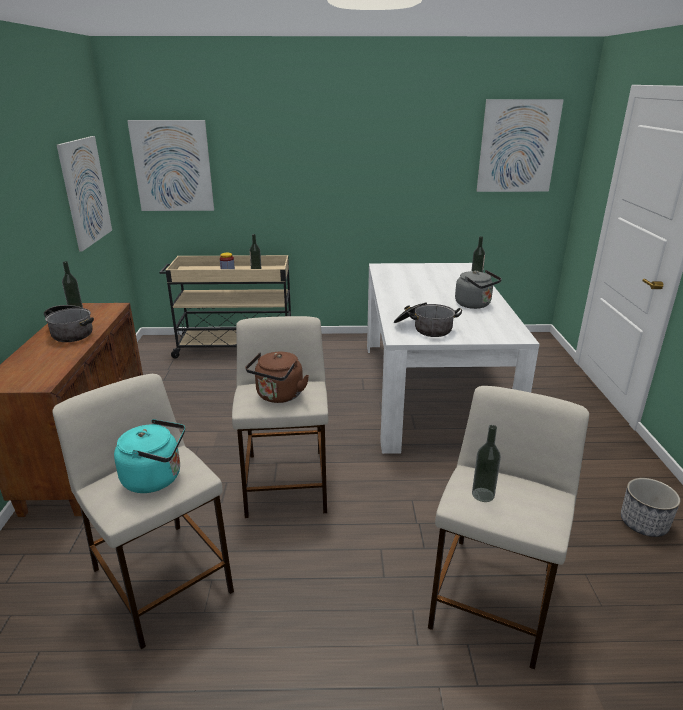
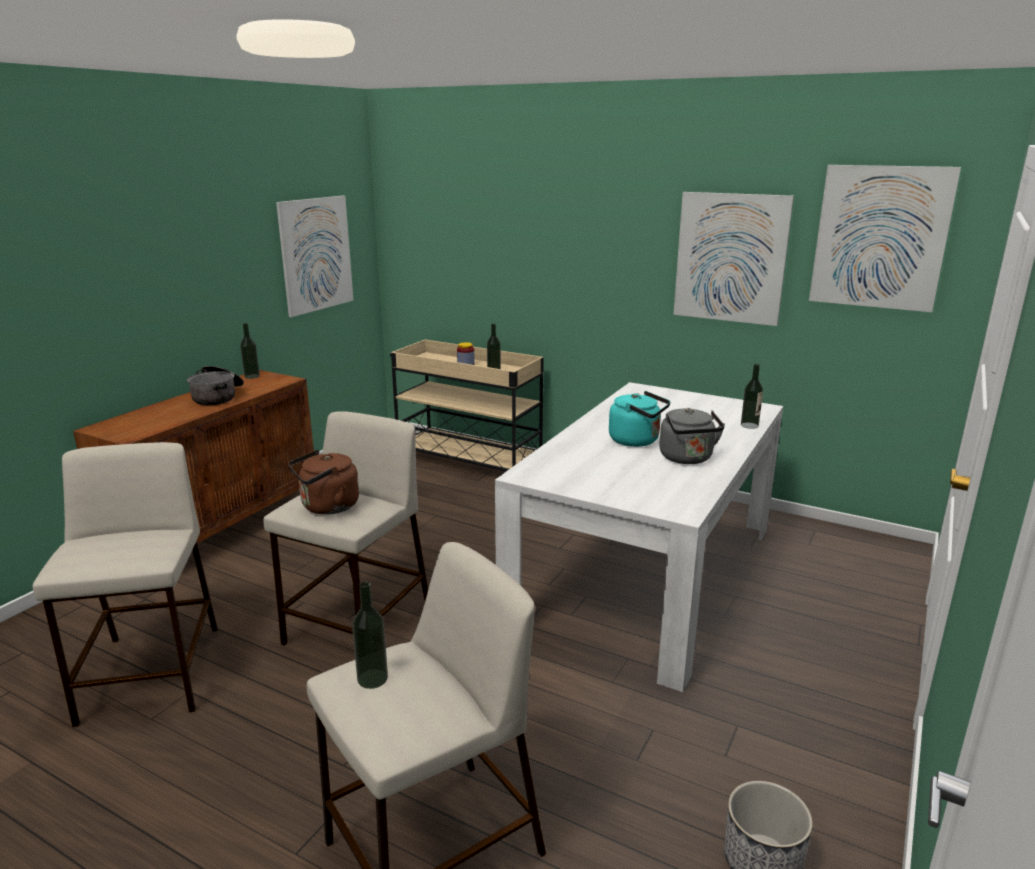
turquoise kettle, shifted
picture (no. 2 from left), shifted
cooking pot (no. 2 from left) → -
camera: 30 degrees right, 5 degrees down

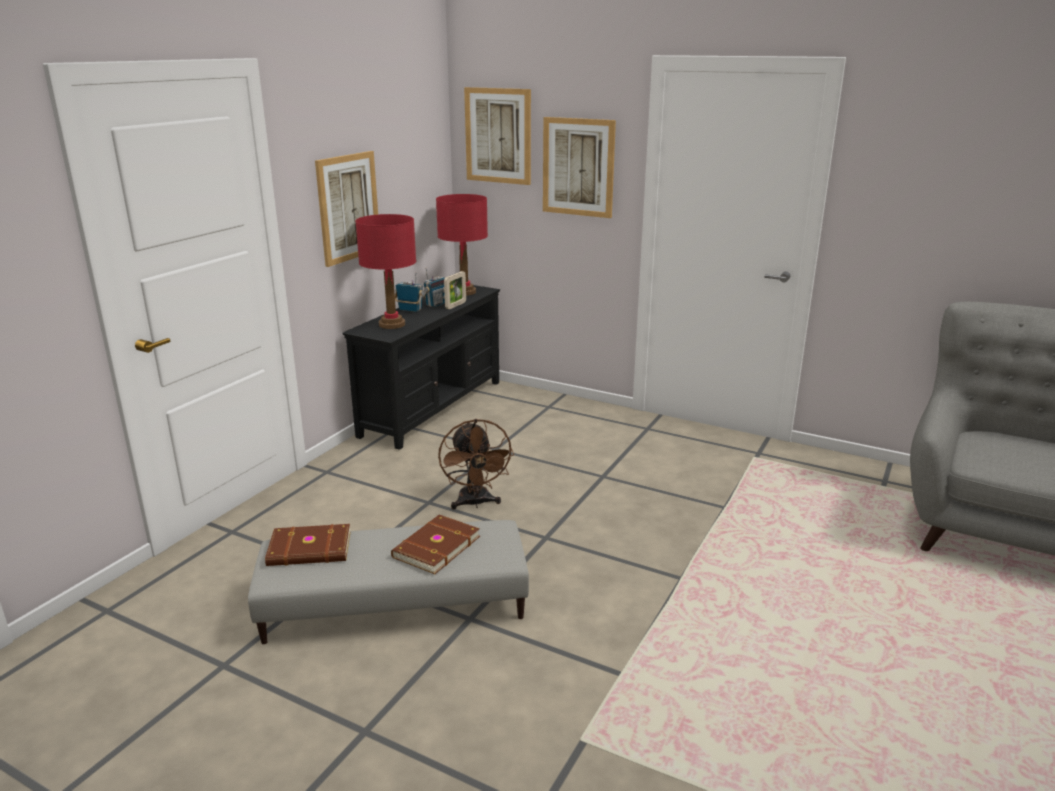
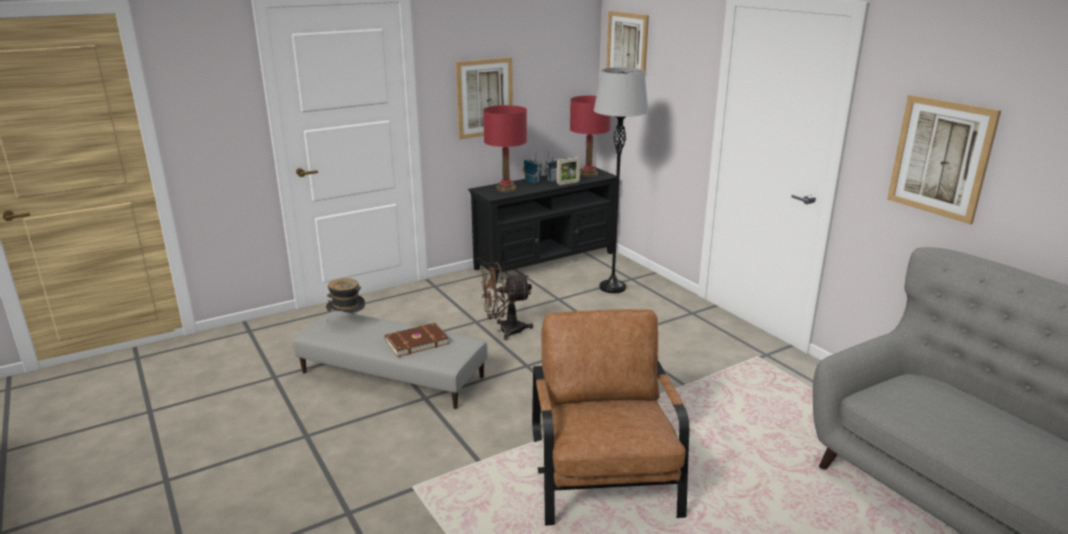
brown book (no. 1 from left) → hat
brown fan, 60 degrees clockwise
- → brown armchair
- → grey floor lamp
picture (no. 3 from left), shifted
camera: 30 degrees right, 0 degrees up

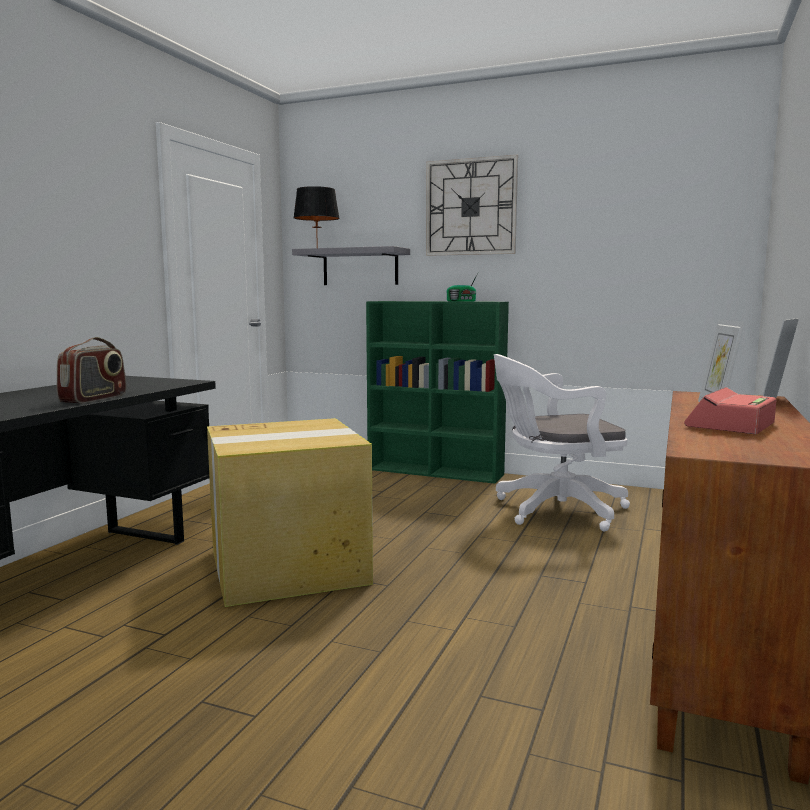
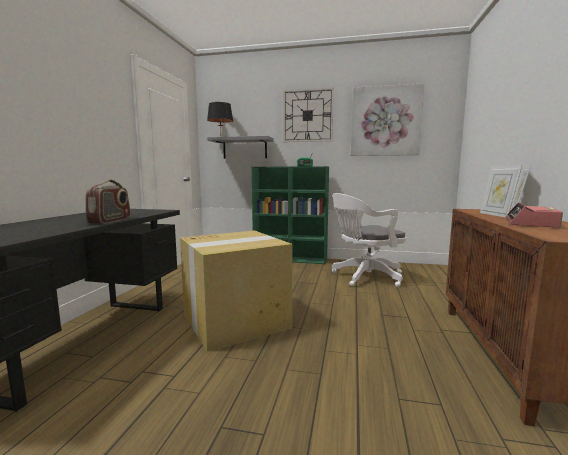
- → picture
camera: 10 degrees left, 0 degrees up

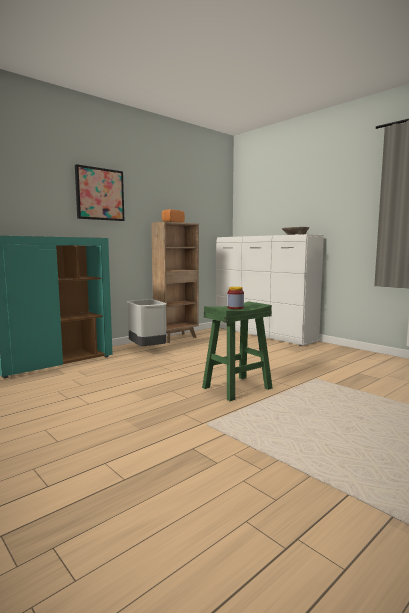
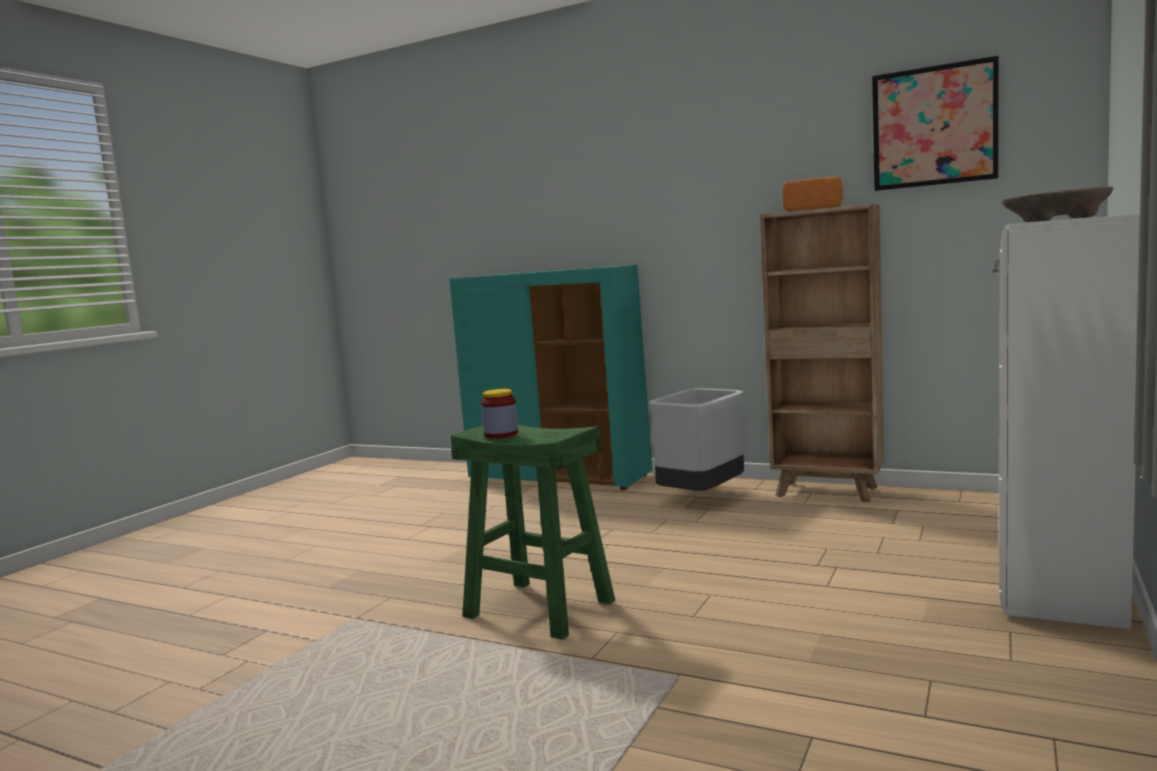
picture, shifted
camera: 70 degrees right, 0 degrees up

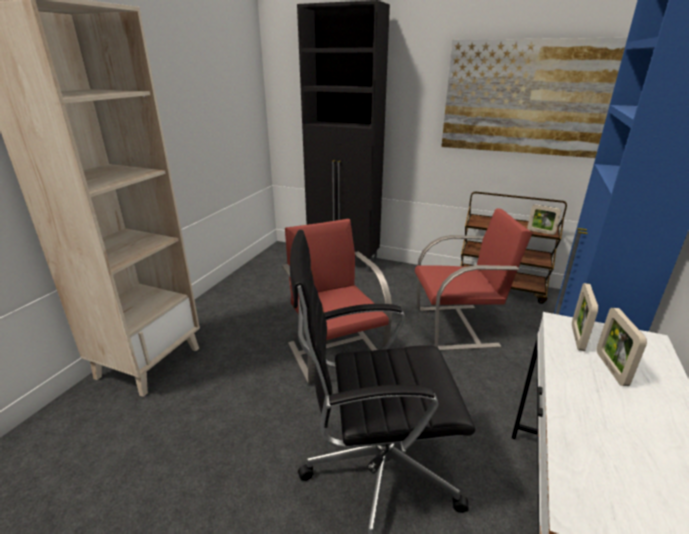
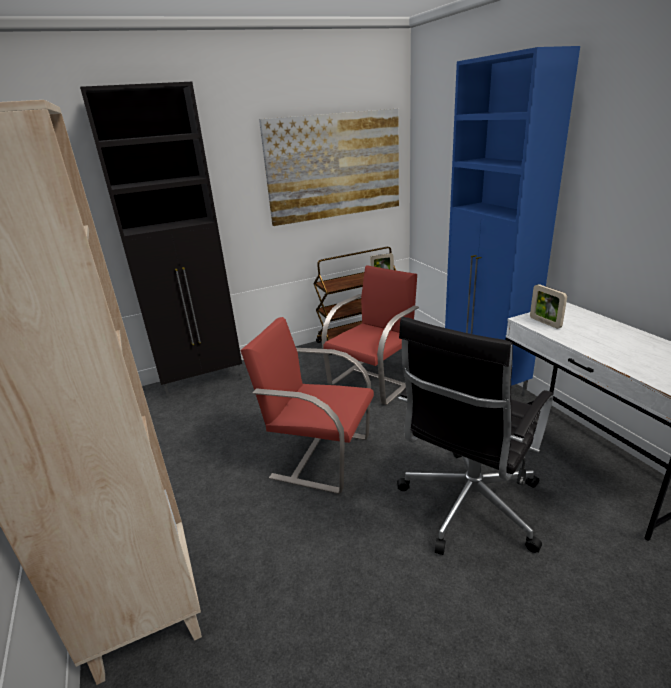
picture frame (no. 3 from left) → -
camera: 45 degrees left, 0 degrees up

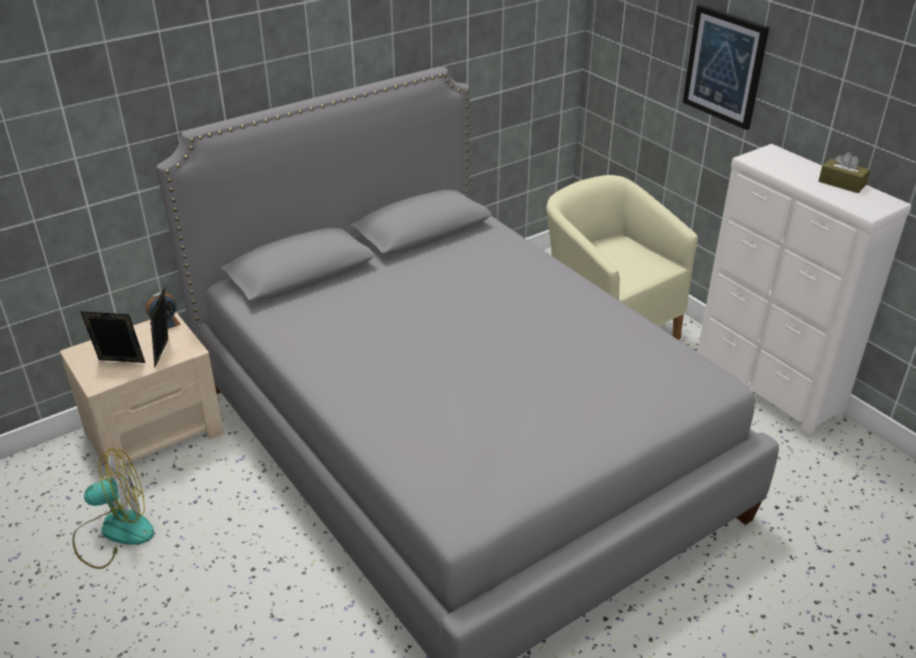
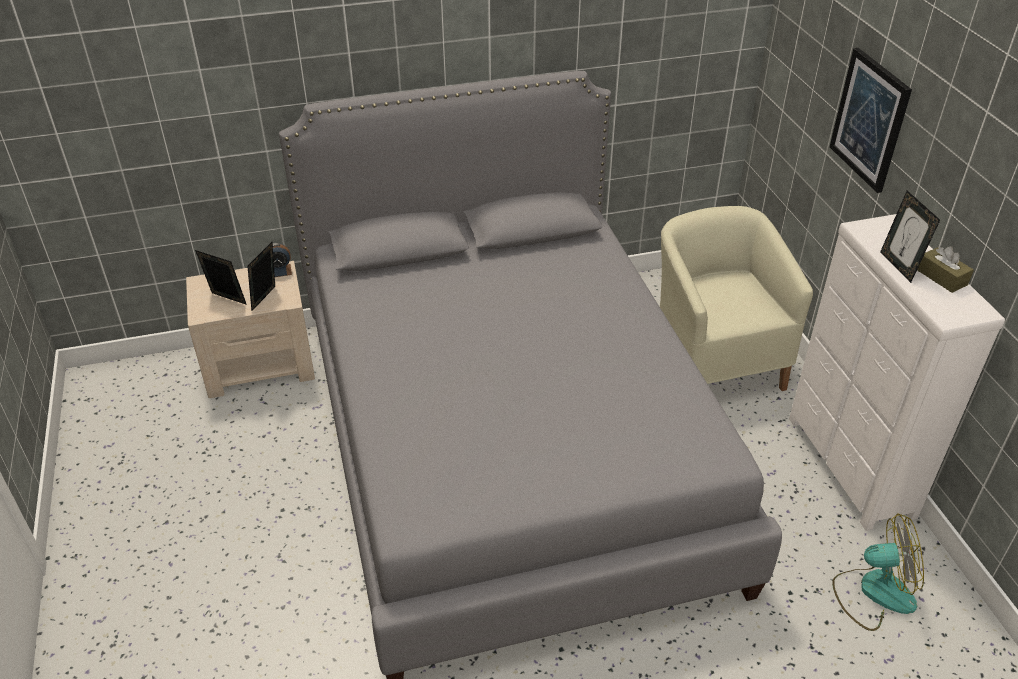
fan, shifted
- → picture frame (no. 3 from left)
camera: 20 degrees right, 5 degrees up

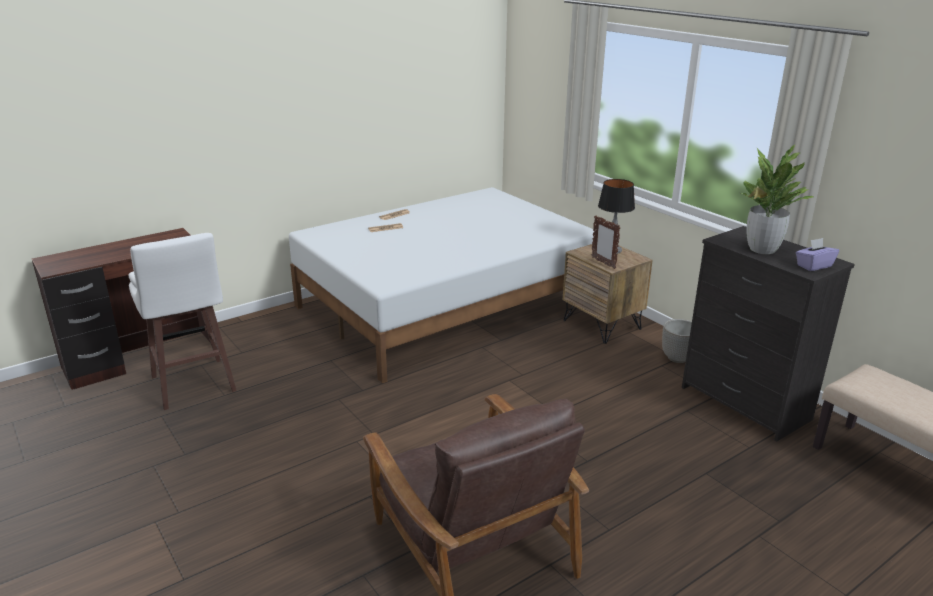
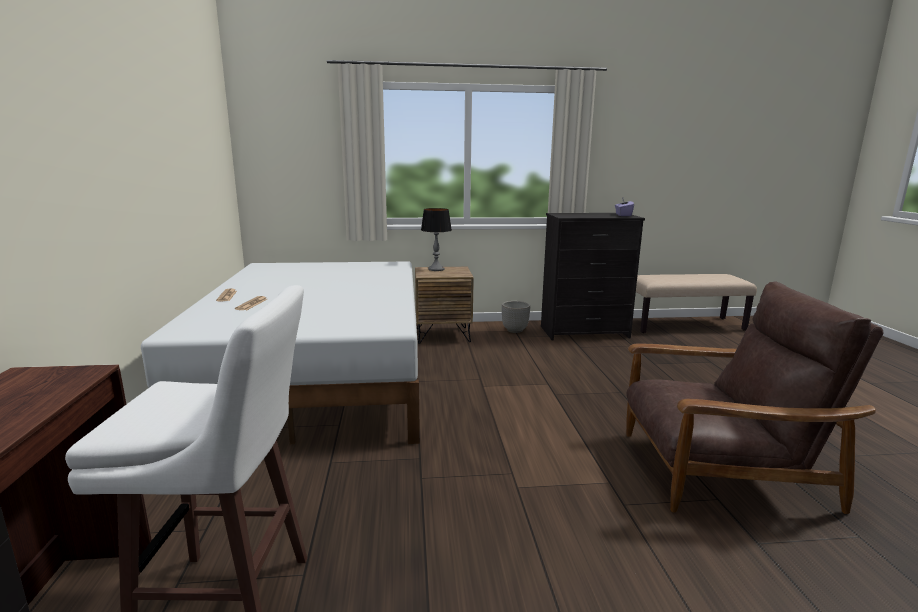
picture frame → -
potted plant → -
camera: 60 degrees left, 10 degrees down

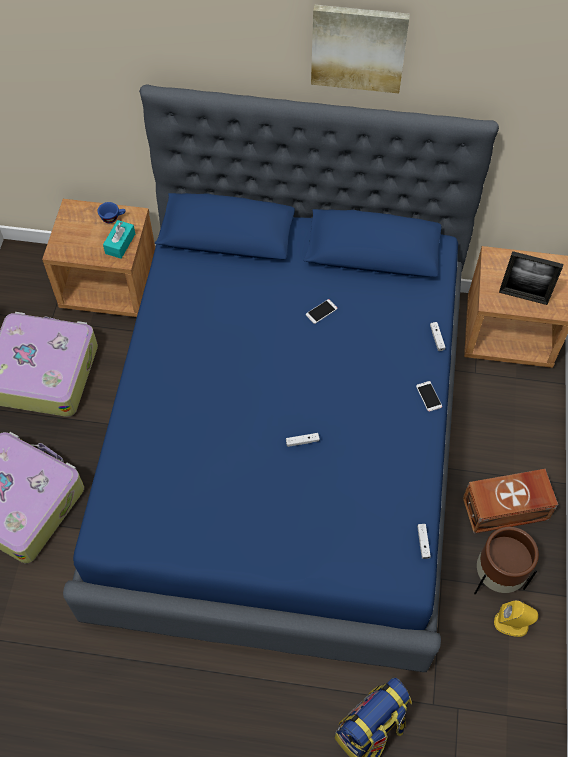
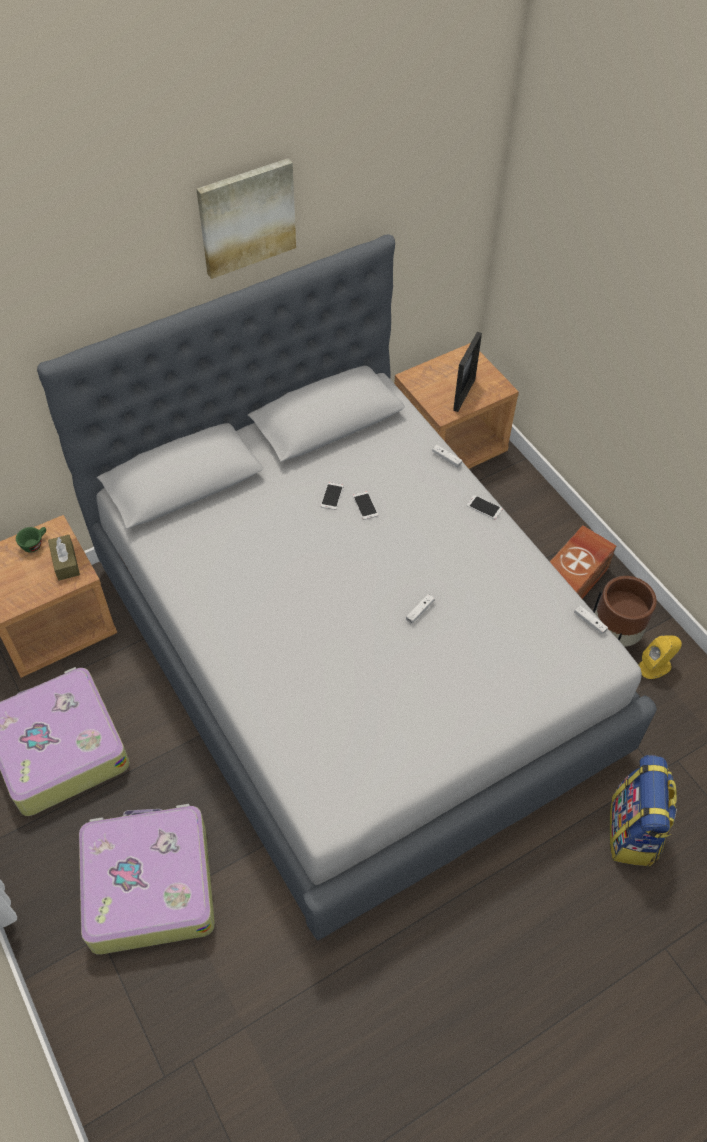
blue cup → green cup
blue bed → grey bed
turquoise tissue box → brown tissue box
- → phone (no. 2 from left)
picture frame, 45 degrees counterclockwise
camera: 40 degrees left, 5 degrees down

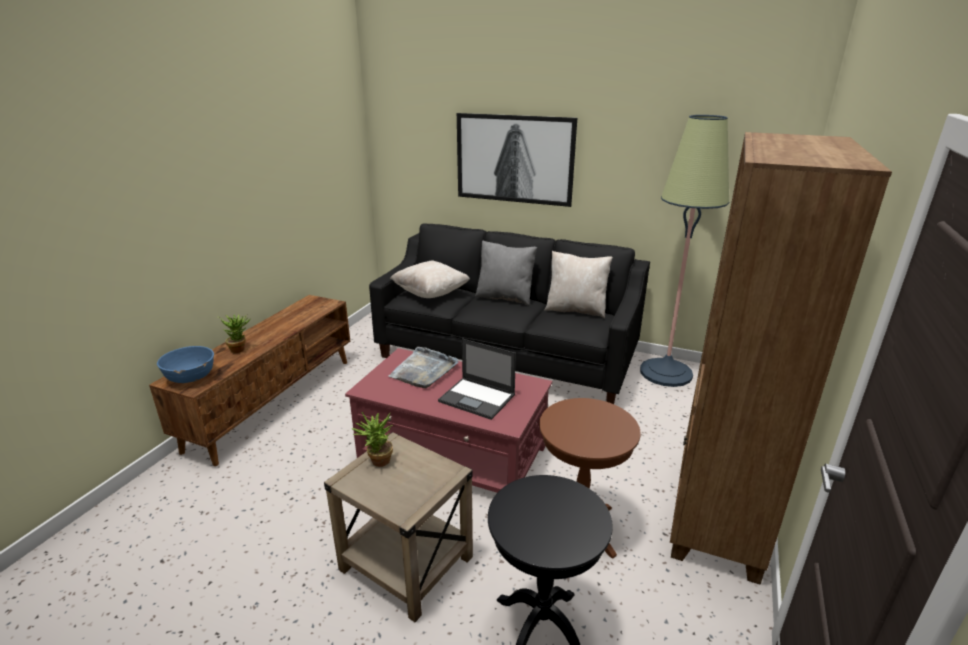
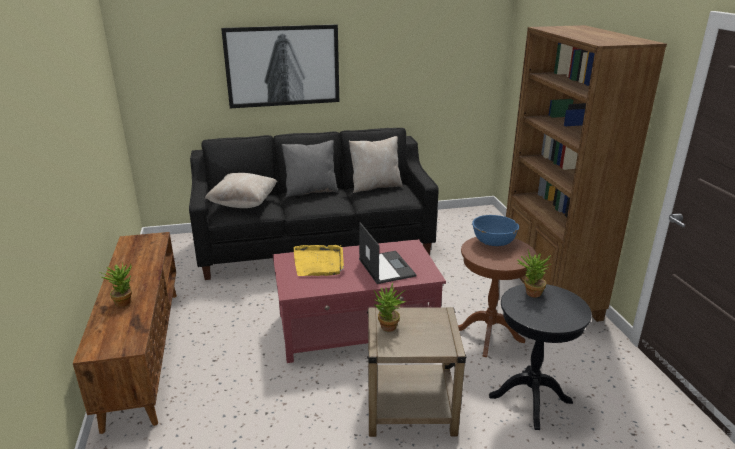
grey tray → yellow tray
laptop, 105 degrees counterclockwise
blue bowl, shifted
- → potted plant (no. 3 from left)
floor lamp → -
camera: 35 degrees left, 0 degrees up

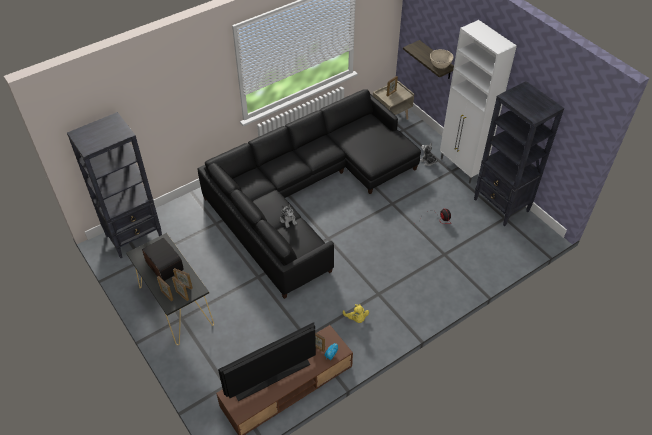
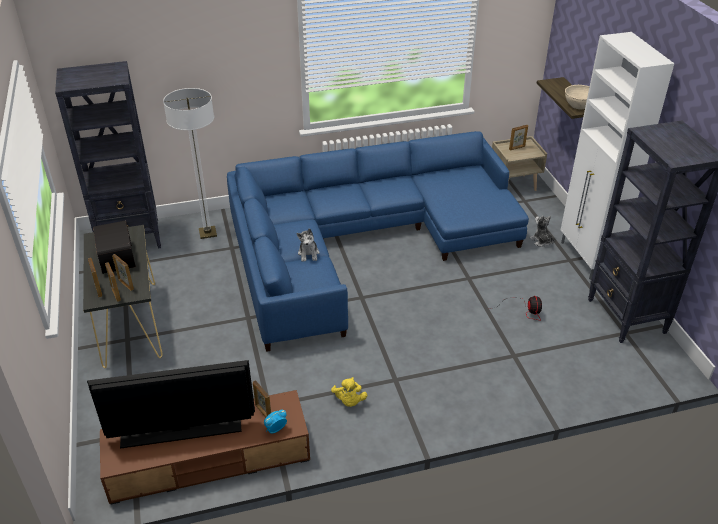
- → floor lamp
black sofa → blue sofa
camera: 20 degrees right, 10 degrees down

